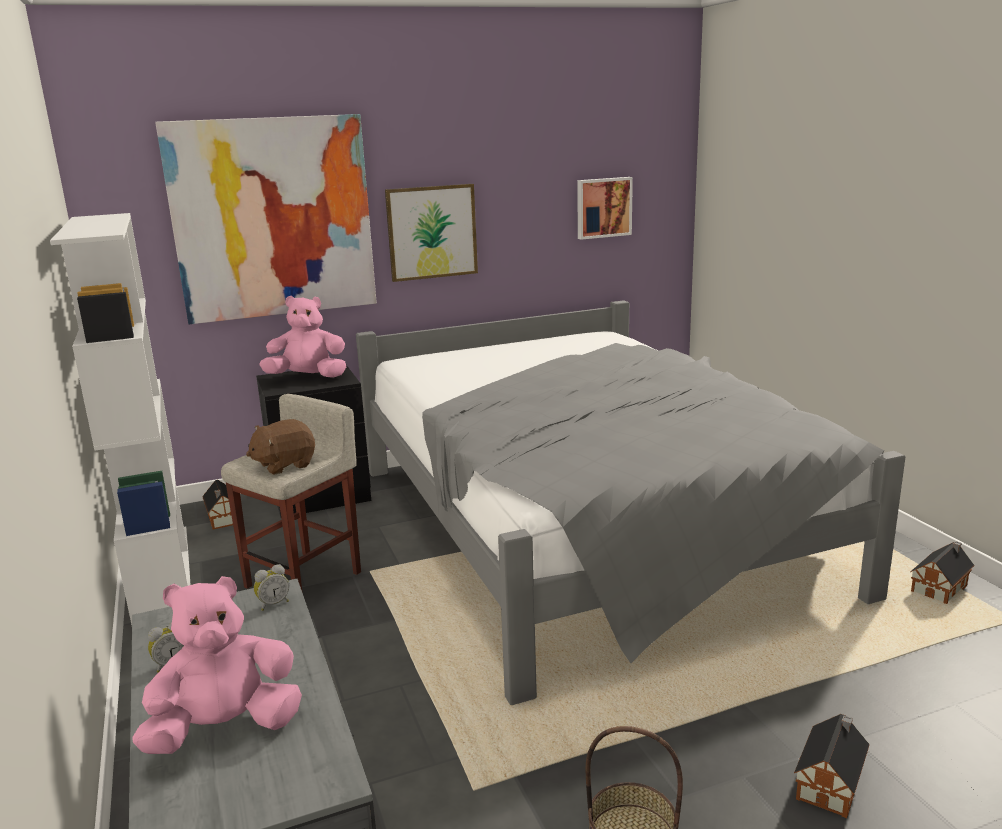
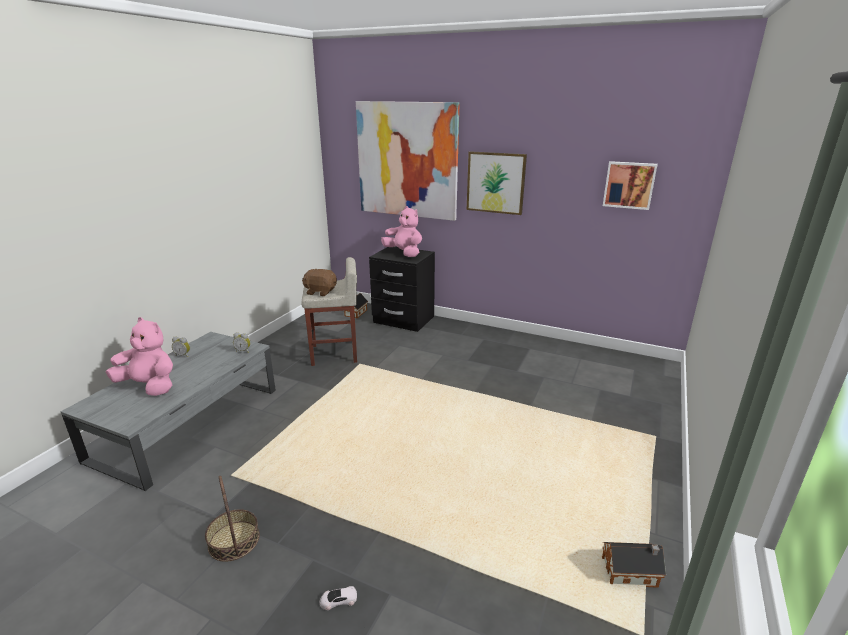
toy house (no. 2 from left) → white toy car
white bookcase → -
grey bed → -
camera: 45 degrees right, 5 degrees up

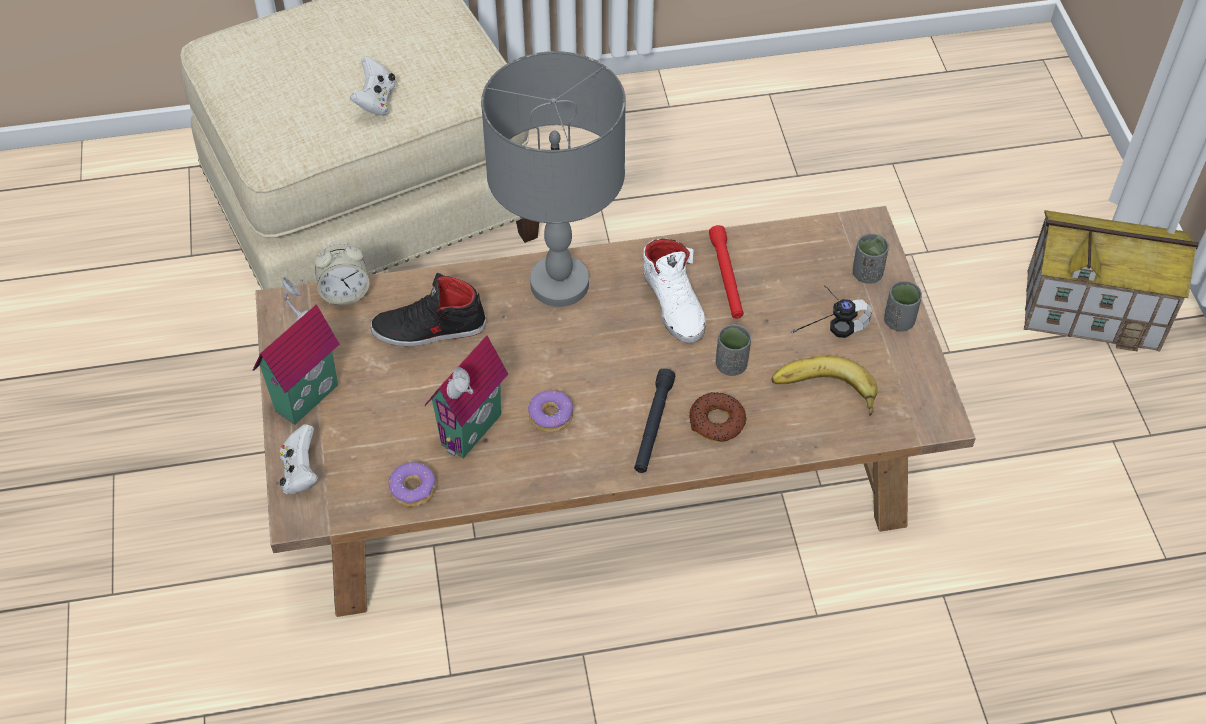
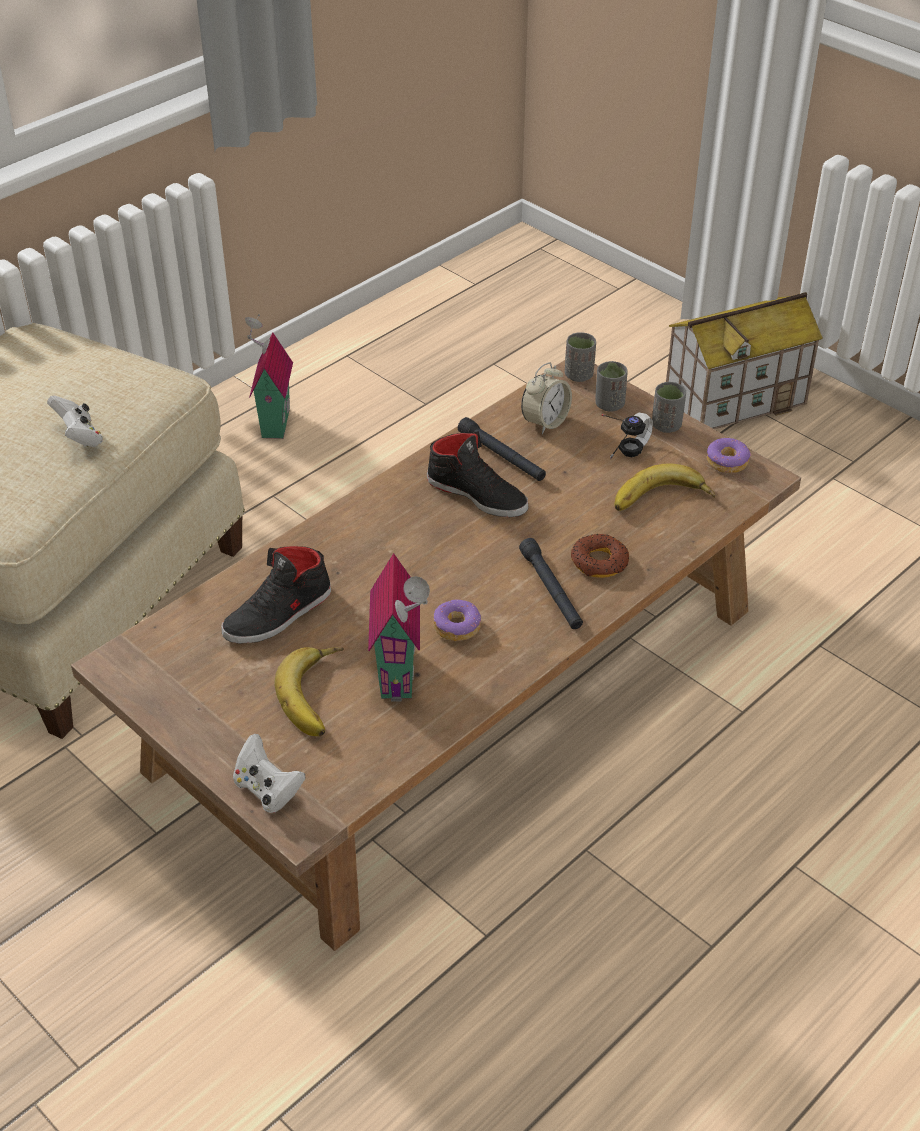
toy house (no. 1 from left), shifted
- → banana (no. 1 from left)
white shoe → black shoe (no. 2 from left)
red flashlight → black flashlight (no. 1 from left)
alarm clock, shifted
grey cup (no. 1 from left), shifted
donut (no. 1 from left in the first image) → donut (no. 3 from left), shifted
grey table lamp → -
camera: 35 degrees left, 10 degrees down

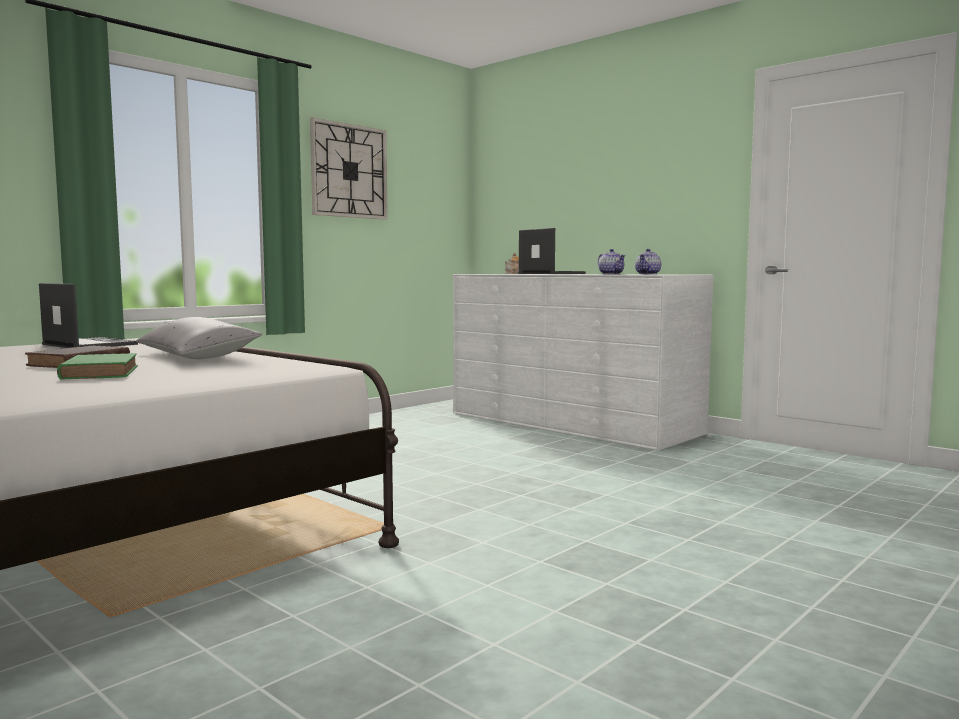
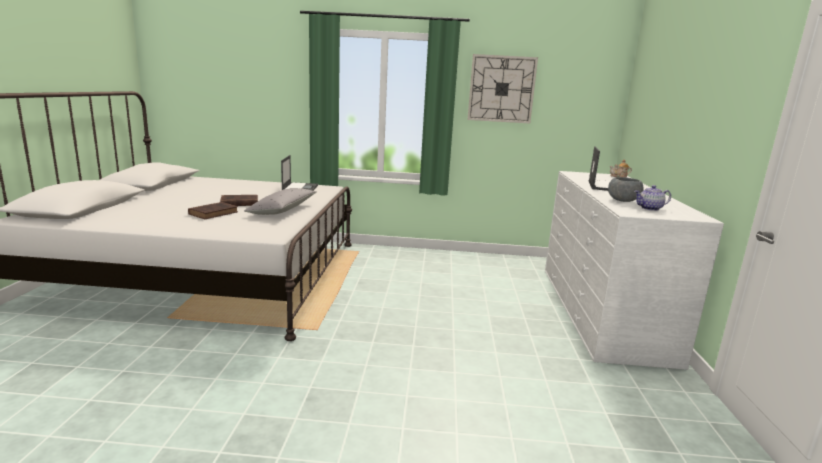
green book → brown book (no. 1 from left)
teapot (no. 2 from left) → grey bowl
camera: 50 degrees right, 10 degrees up

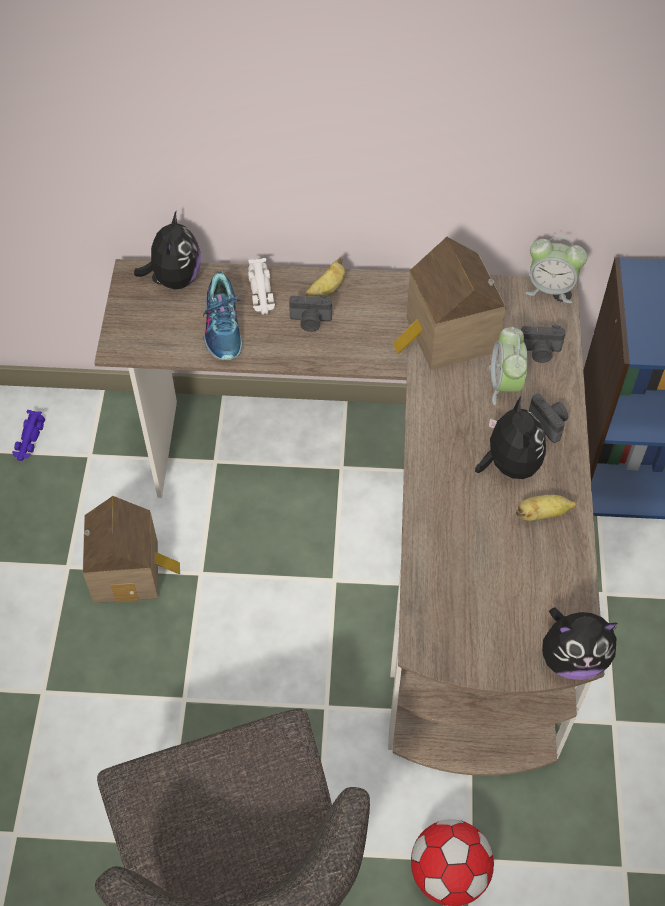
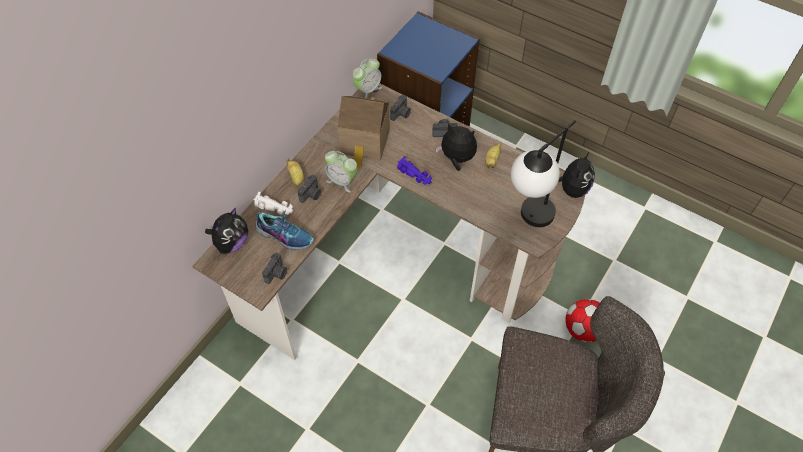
plush toy (no. 1 from left), 90 degrees clockwise
- → photo camera (no. 1 from left)
alarm clock (no. 1 from left), shifted
purple toy car, shifted
- → table lamp
toy house (no. 1 from left) → -
camera: 60 degrees left, 0 degrees up

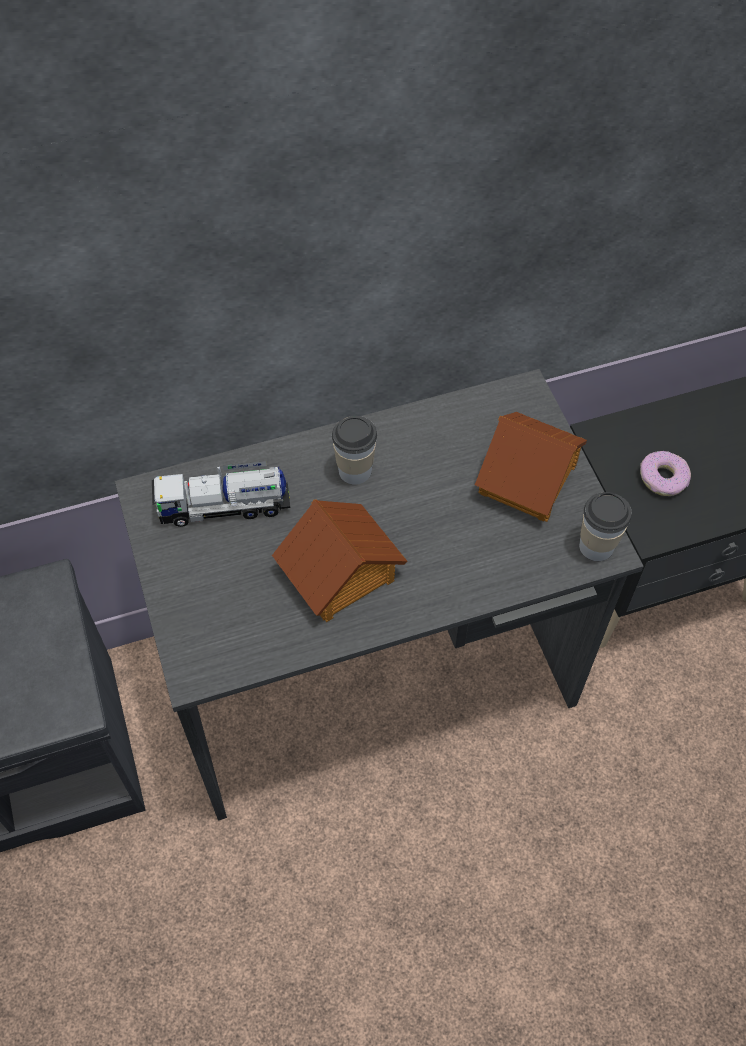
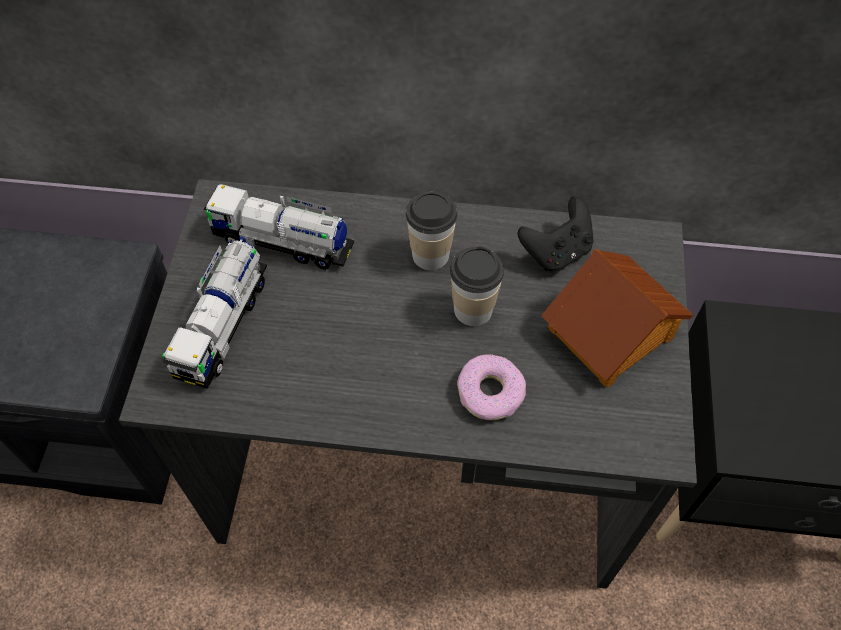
- → toy truck (no. 1 from left)
cup (no. 2 from left), shifted
donut, shifted
- → black game controller
toy house (no. 1 from left) → -
camera: 25 degrees right, 0 degrees up

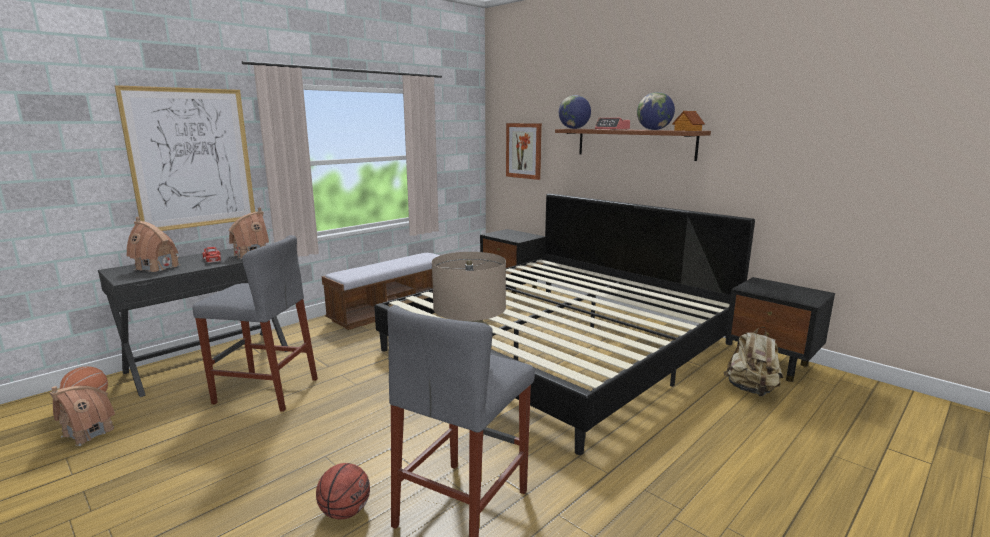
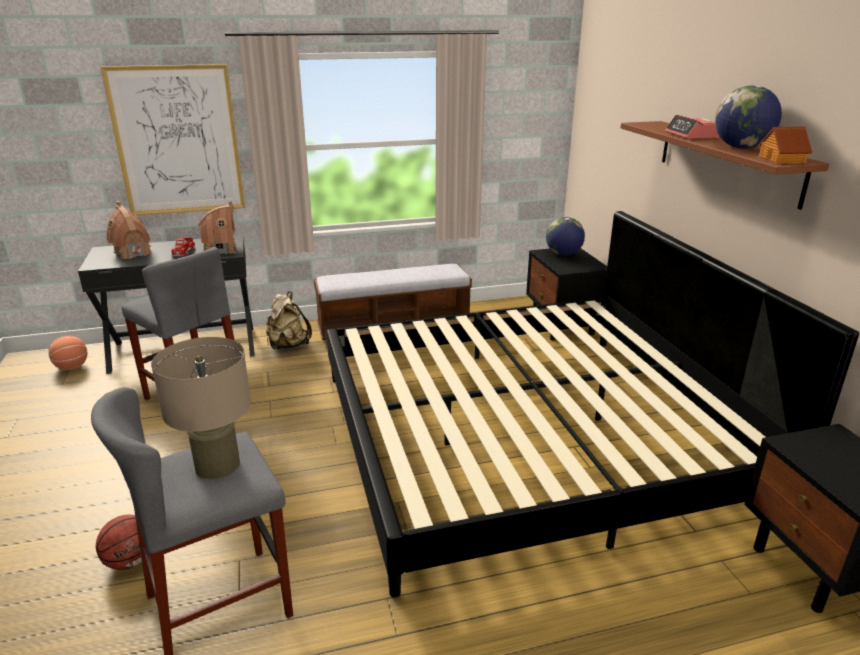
beige backpack, shifted
globe (no. 1 from left), shifted
toy house (no. 1 from left) → -
picture (no. 2 from left) → -
camera: 30 degrees right, 10 degrees up

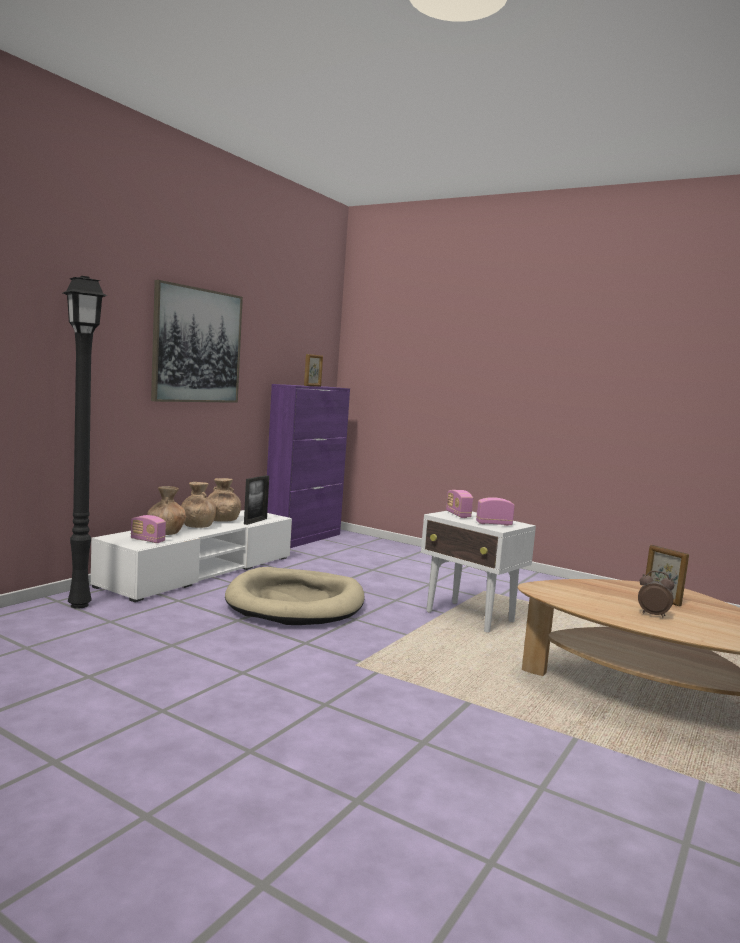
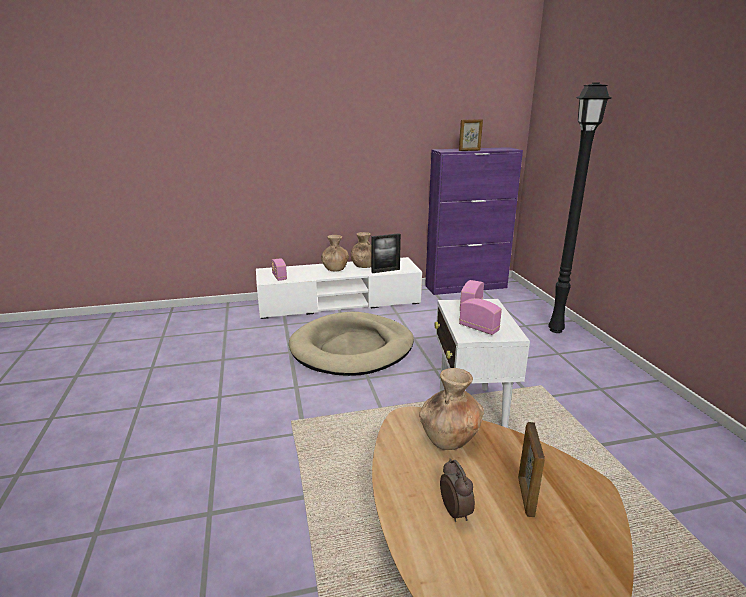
brown vase (no. 1 from left in the first image) → brown vase (no. 3 from left), shifted
black floor lamp, shifted
picture → -
camera: 45 degrees right, 15 degrees up

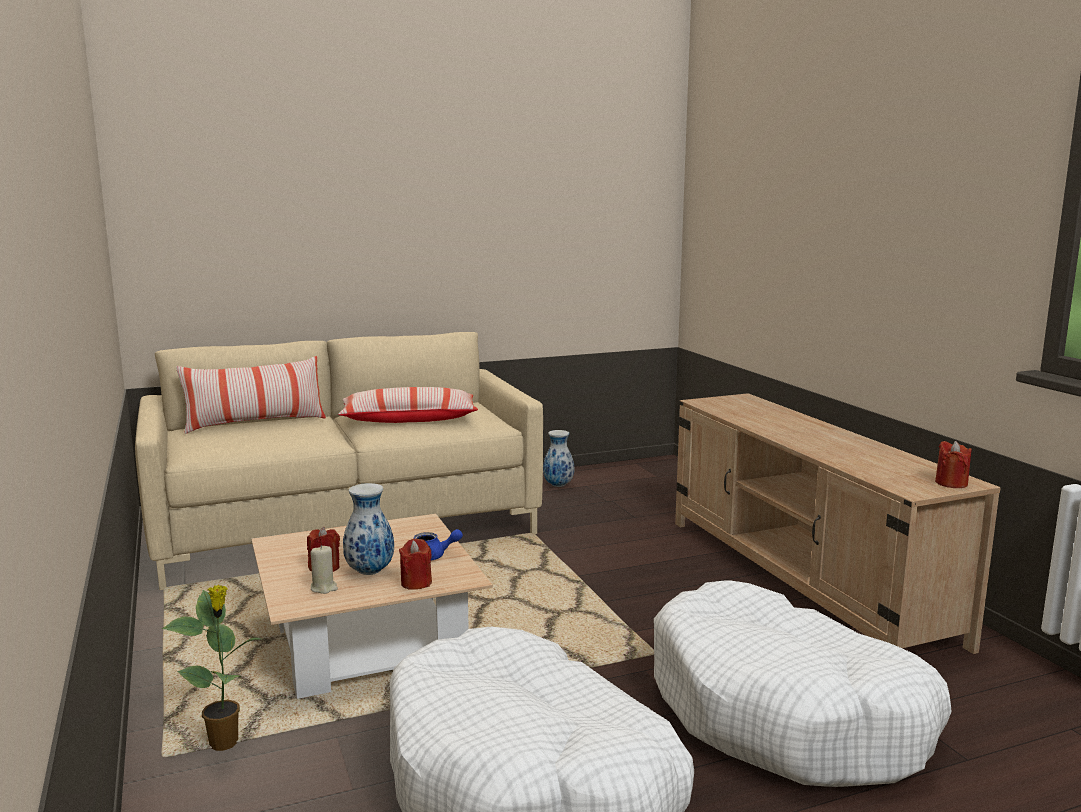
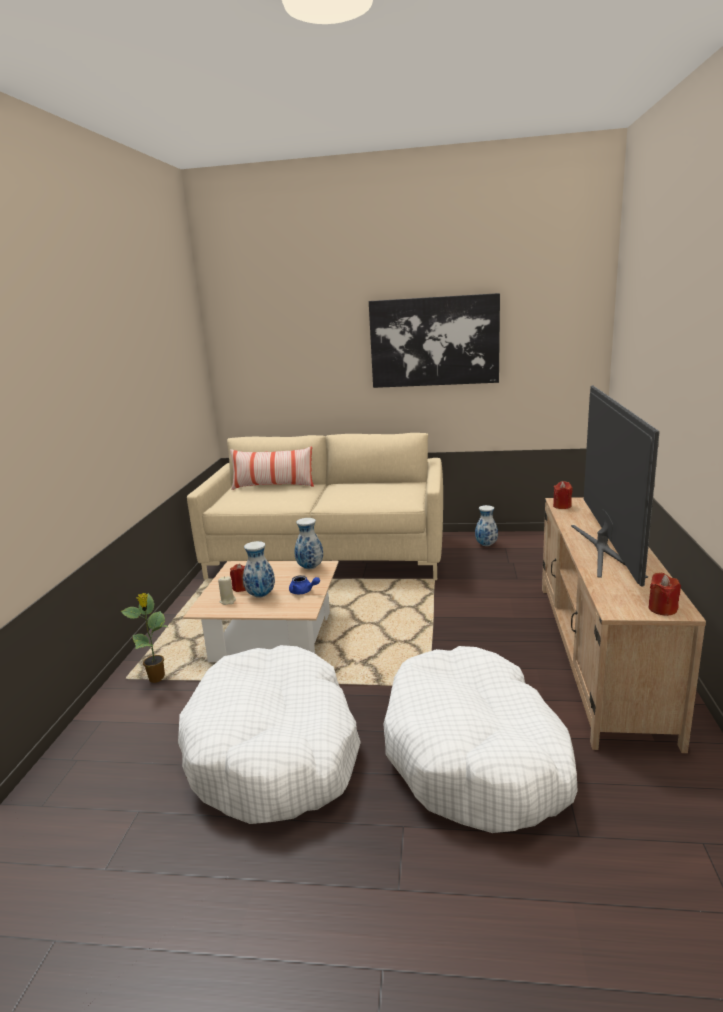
- → vase (no. 2 from left)
- → picture
red candle (no. 2 from left), shifted
- → television
pillow (no. 2 from left) → -
camera: 30 degrees right, 5 degrees up

